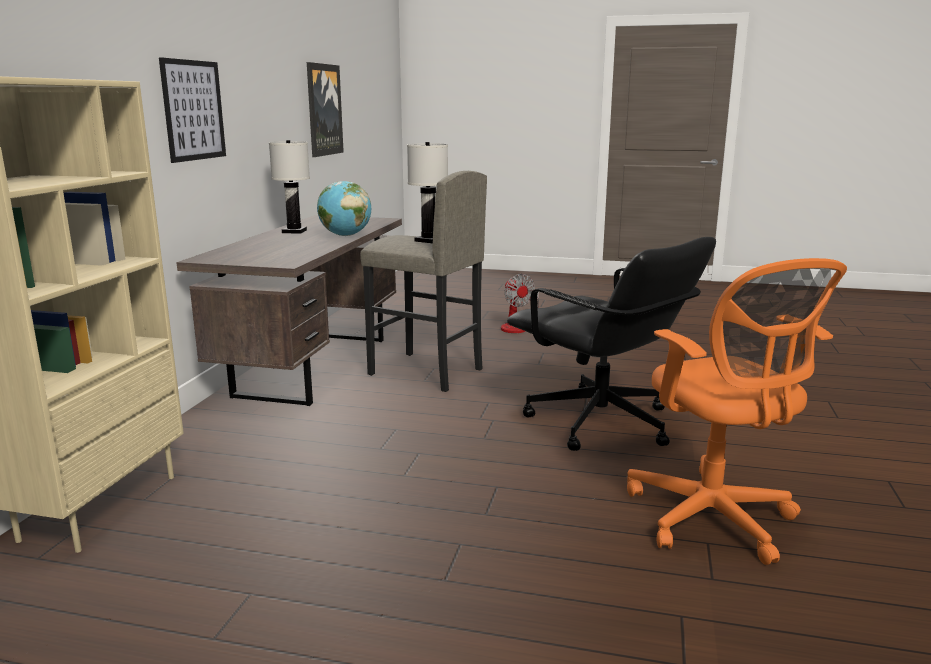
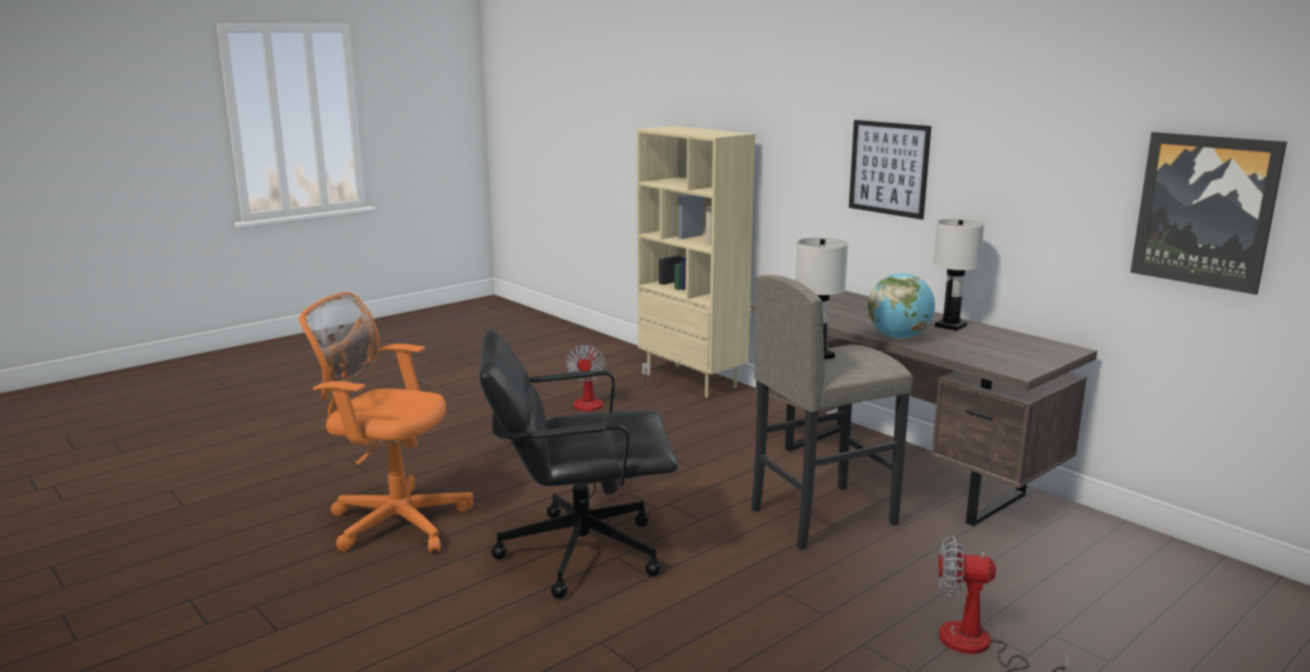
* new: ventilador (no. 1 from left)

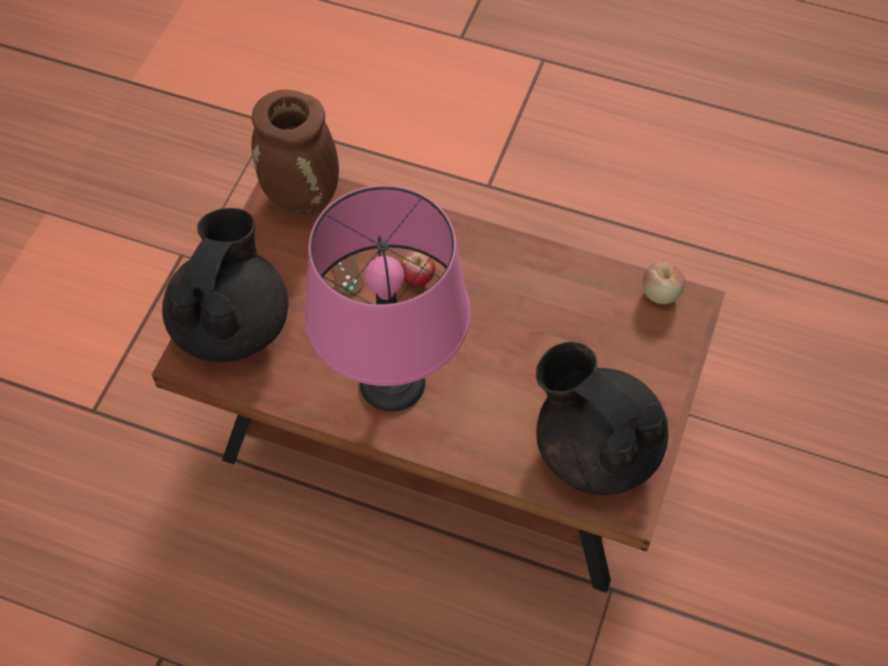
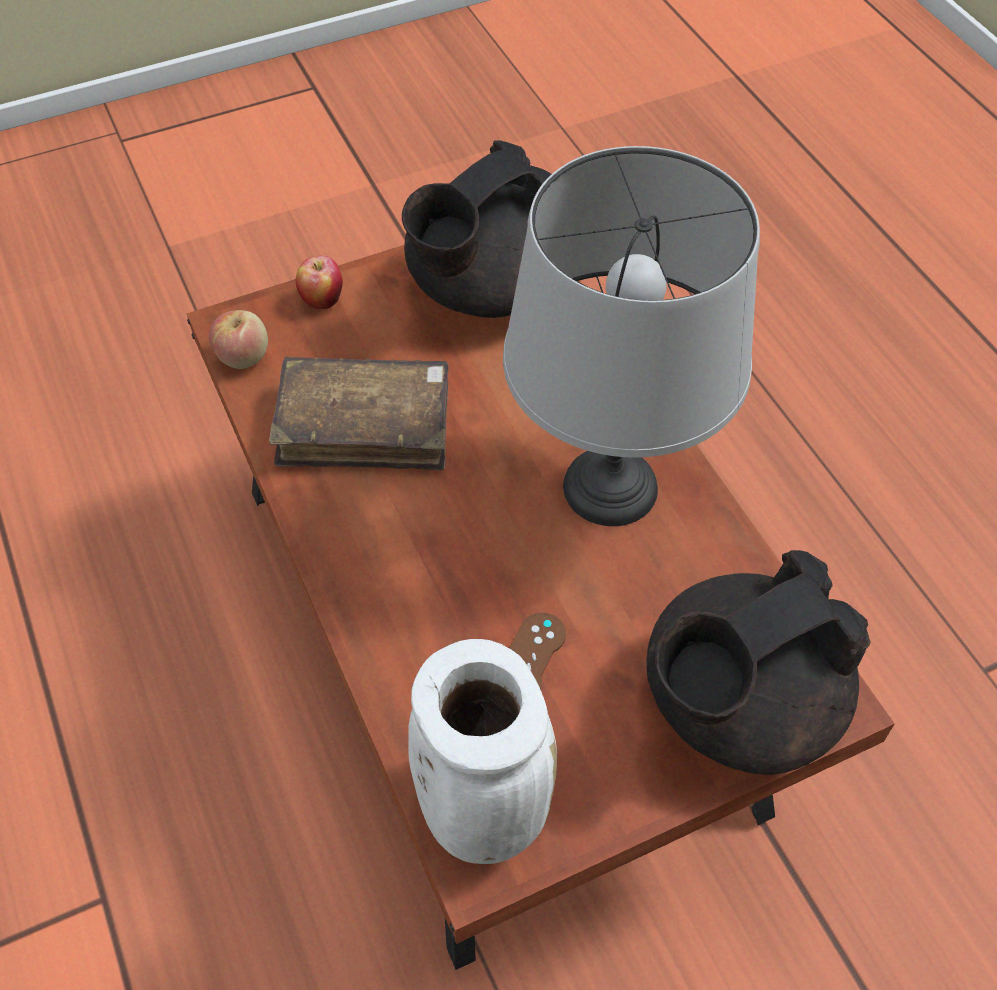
* new: libro (marrón)
* shifted: manzana (no. 1 from left in the first image) to manzana (no. 2 from left)
* repainted: florero (marrón) to florero (blanco)
* repainted: lámpara de mesa (rosa) to lámpara de mesa (gris)
* rotated: tetera (negro) (no. 2 from left in the first image) 45 degrees clockwise

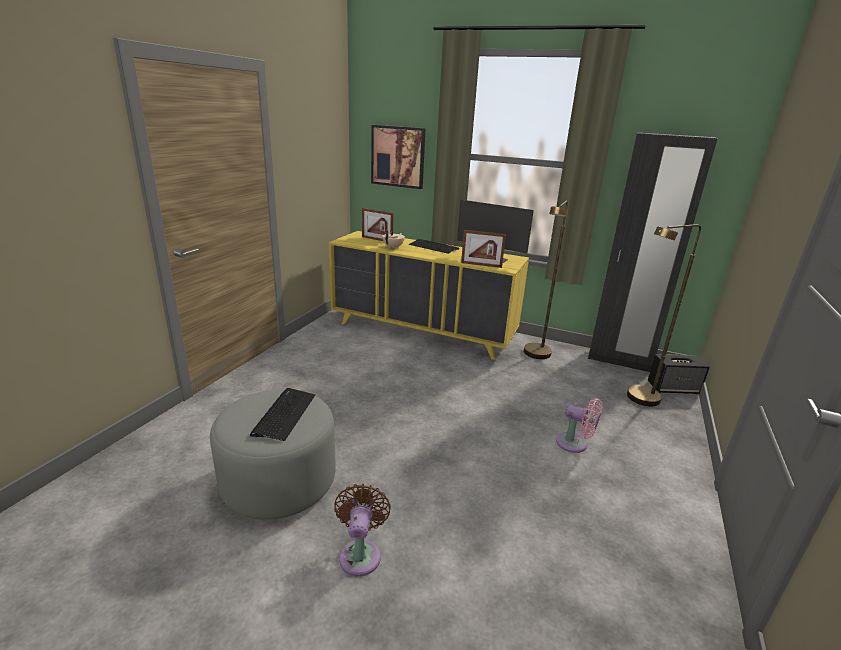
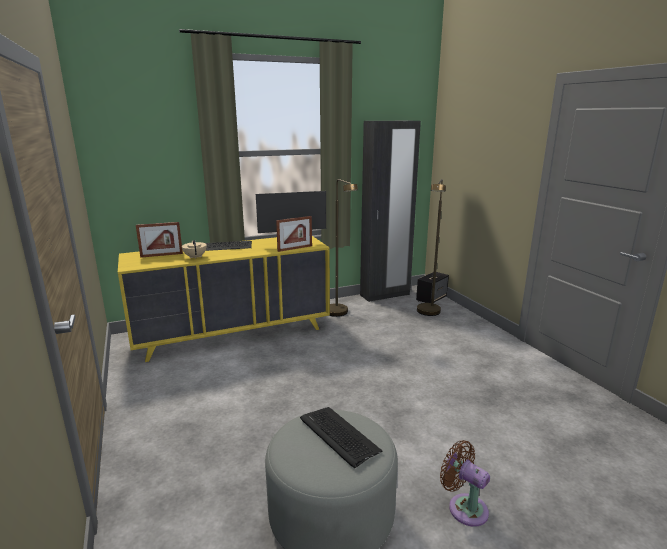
* gone: cuadro
* gone: ventilador (rosa)

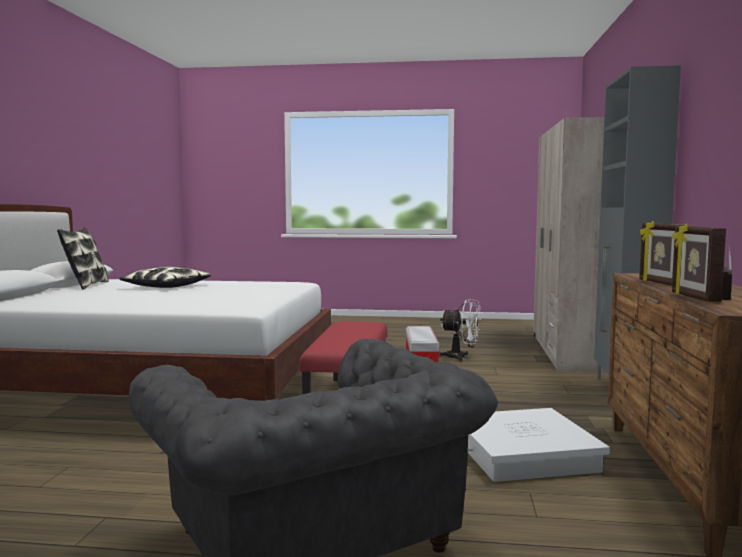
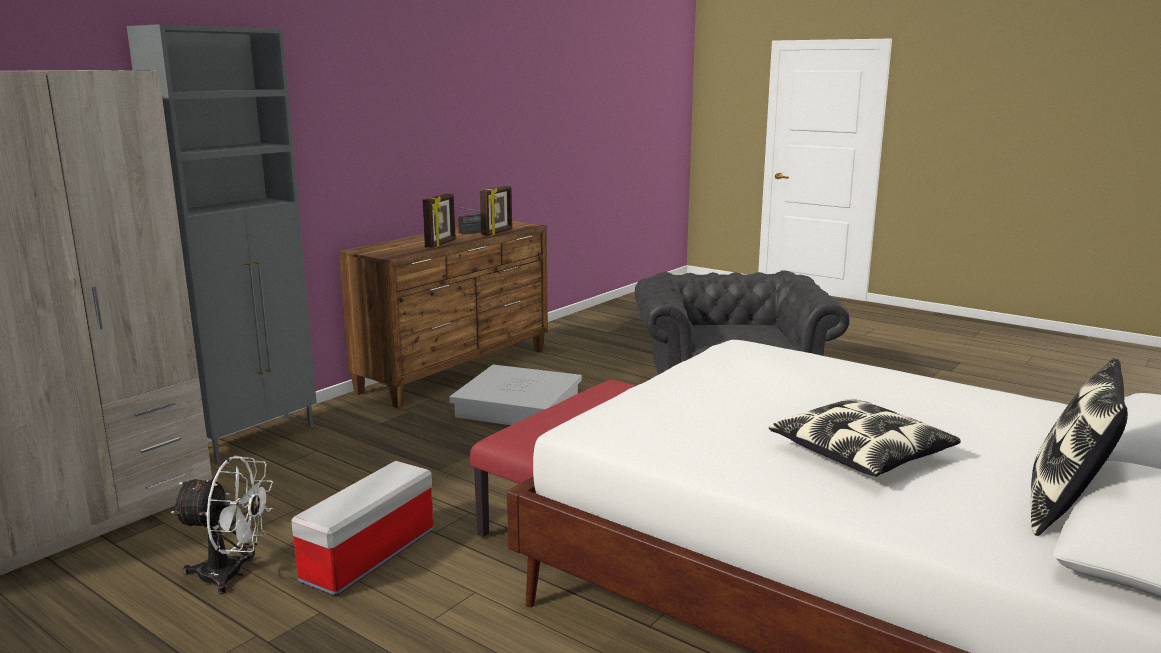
* rotated: ventilador (blanco) 135 degrees clockwise

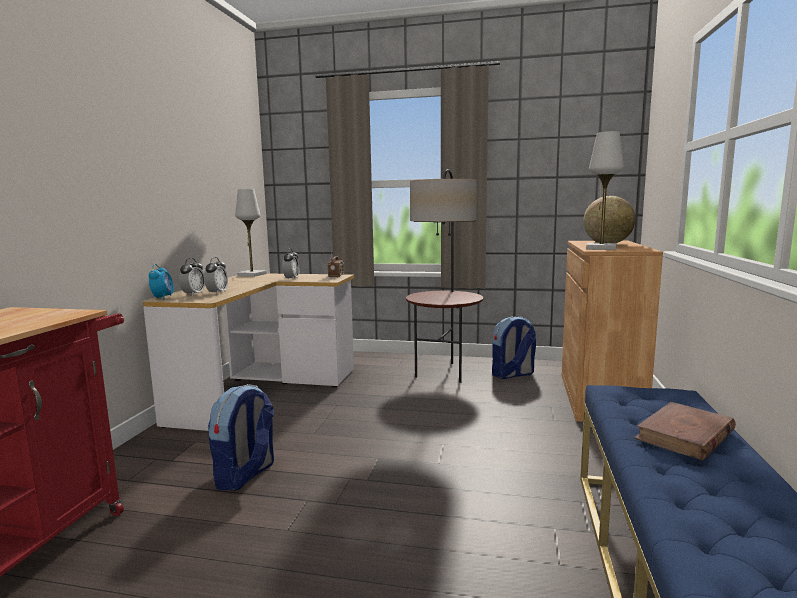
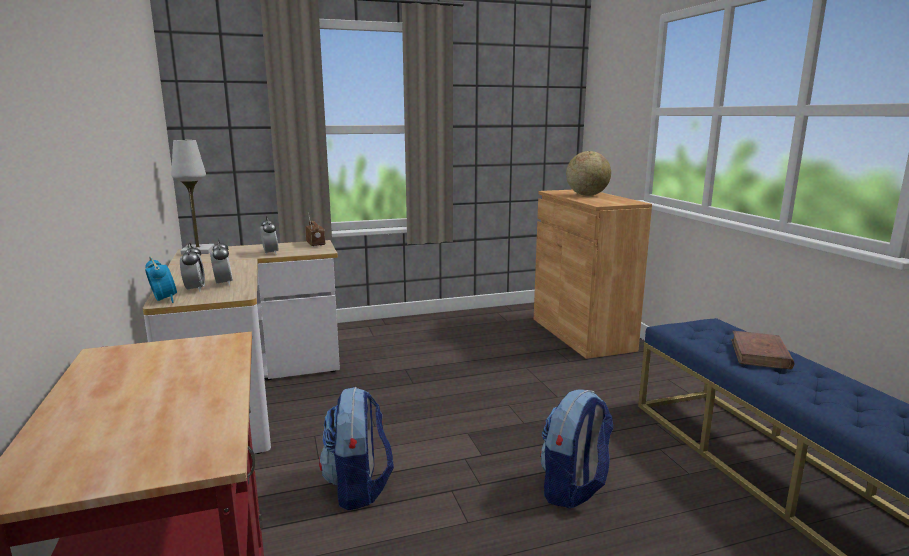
* gone: lámpara de pie
* gone: lámpara de mesa (blanco) (no. 2 from left)
* shifted: mochila (no. 2 from left)

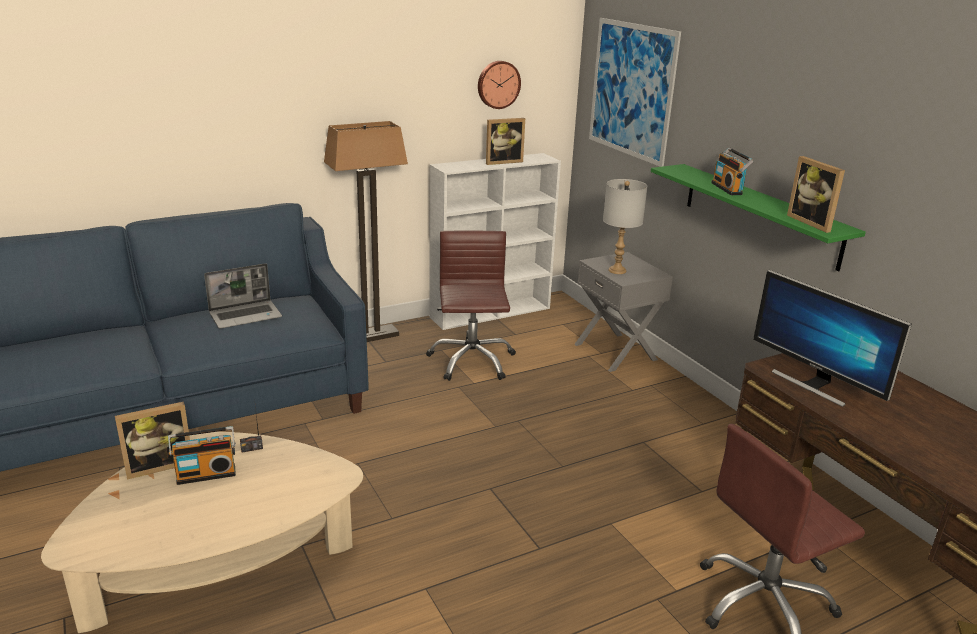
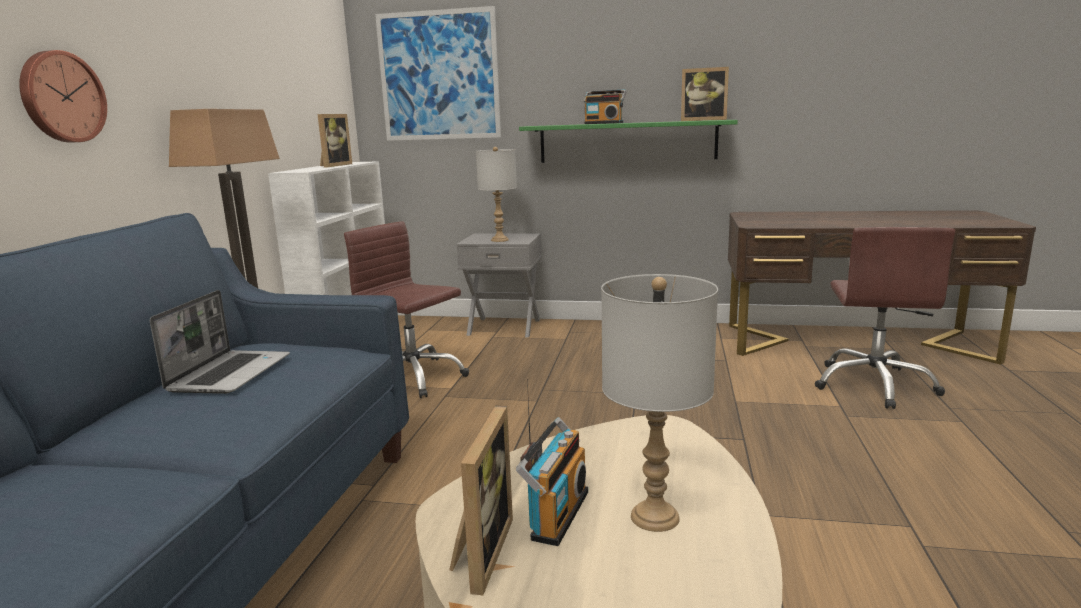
* gone: monitor
* new: lámpara de mesa (gris) (no. 2 from left)
* shifted: reloj de pared

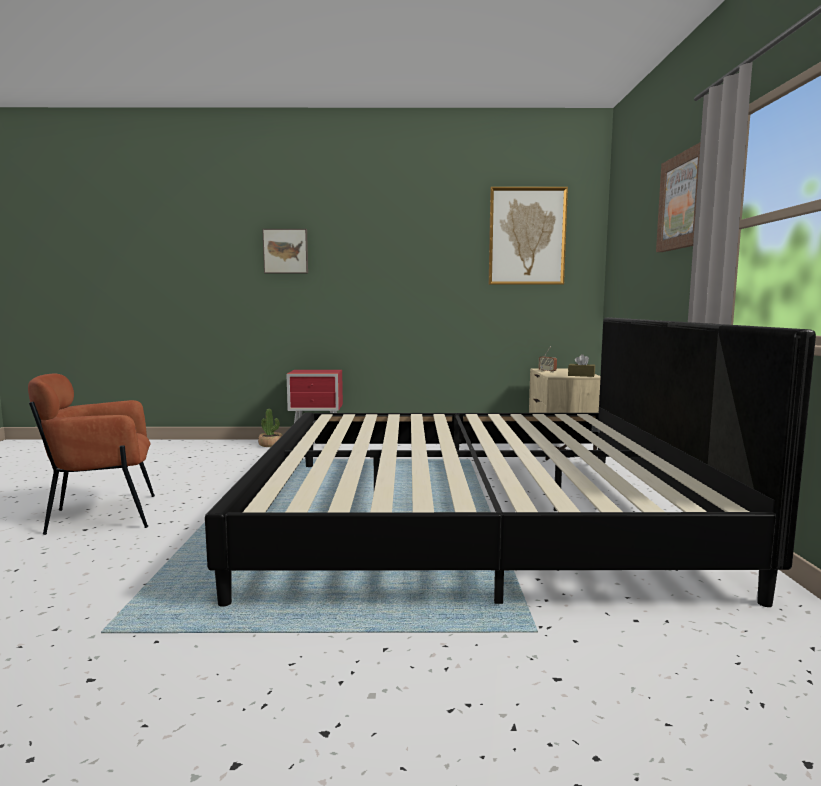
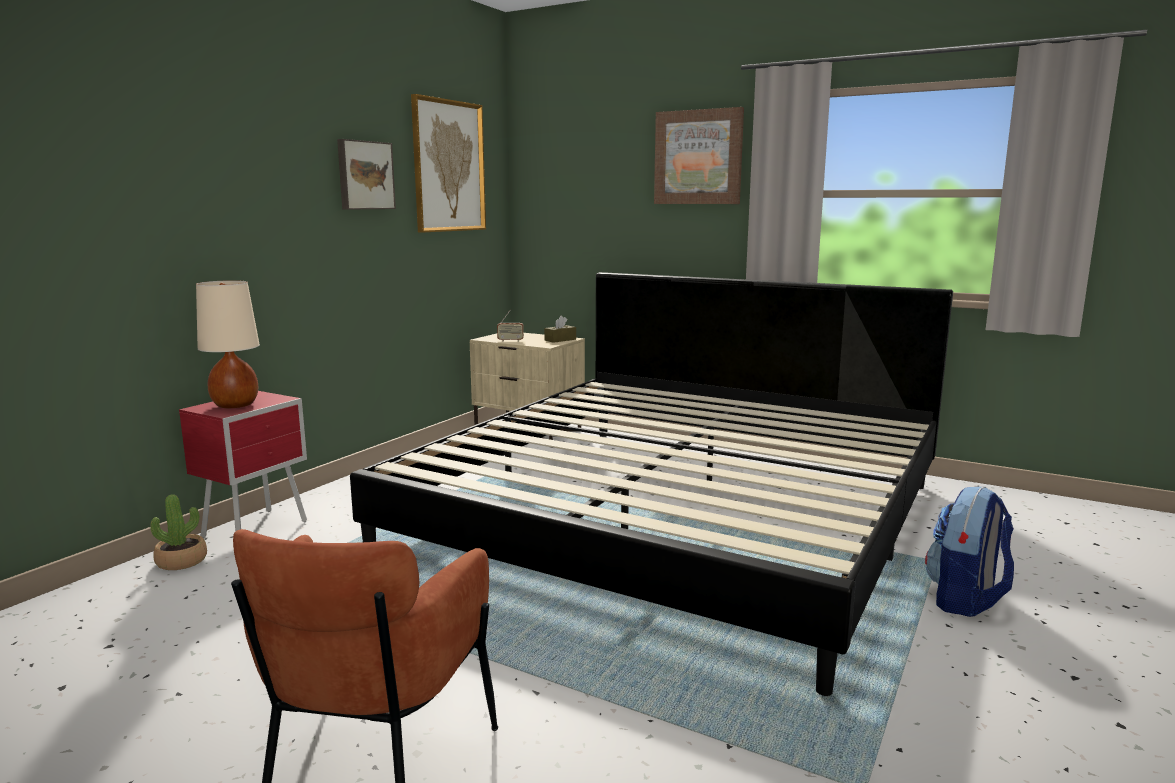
* new: lámpara de mesa (beis)
* new: mochila
* shifted: cuadro (no. 1 from left)

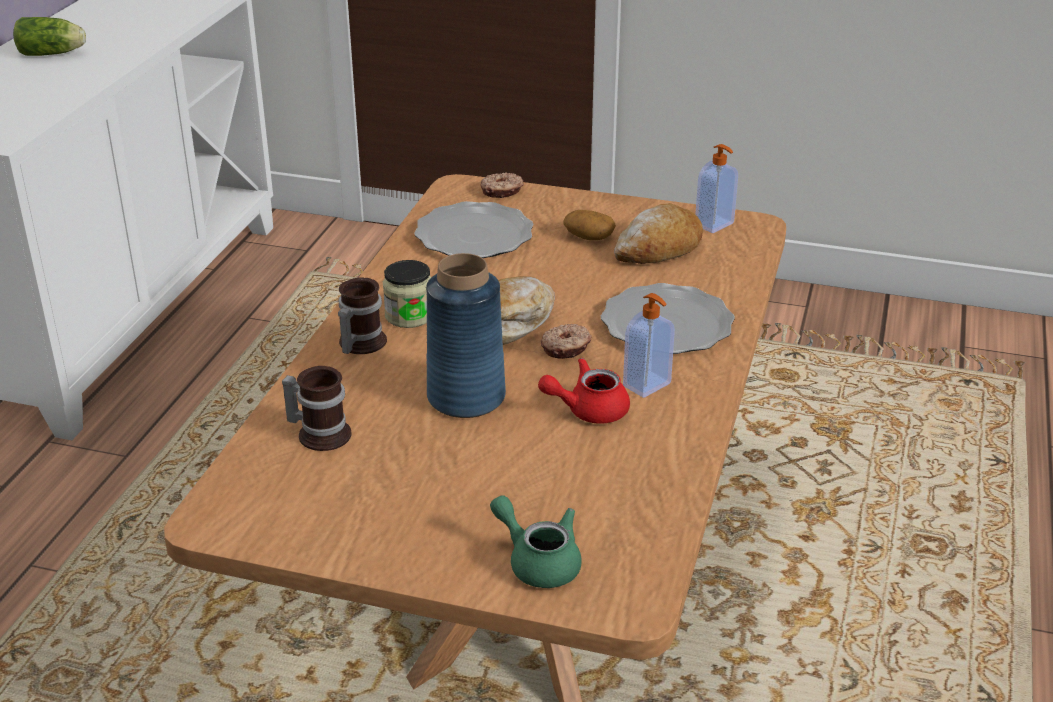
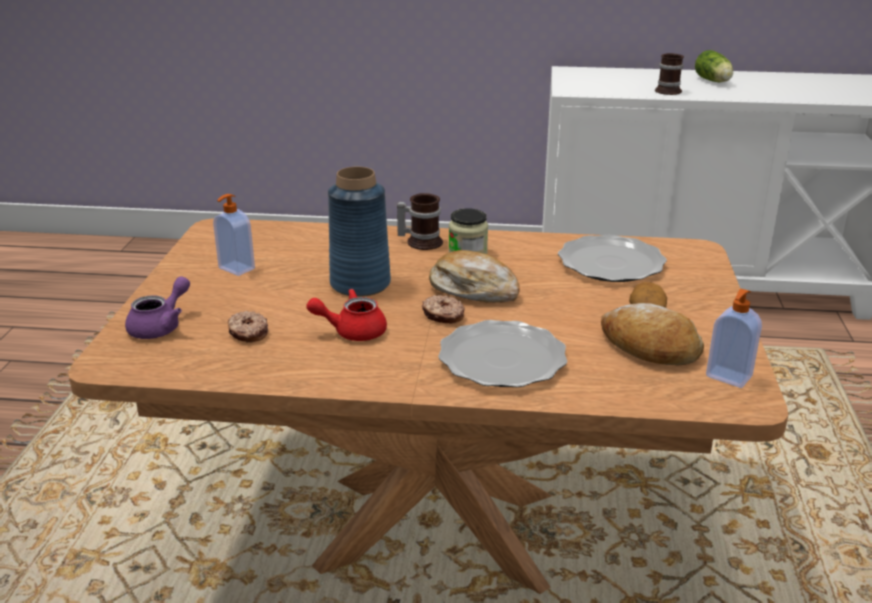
* shifted: taza grande (no. 1 from left in the first image) to taza grande (no. 2 from left)
* shifted: rosquilla (no. 1 from left)
* shifted: dispensador de jabón (no. 1 from left)
* repainted: tetera (verde) to tetera (morado)
* rotated: tetera (rojo) 75 degrees counterclockwise

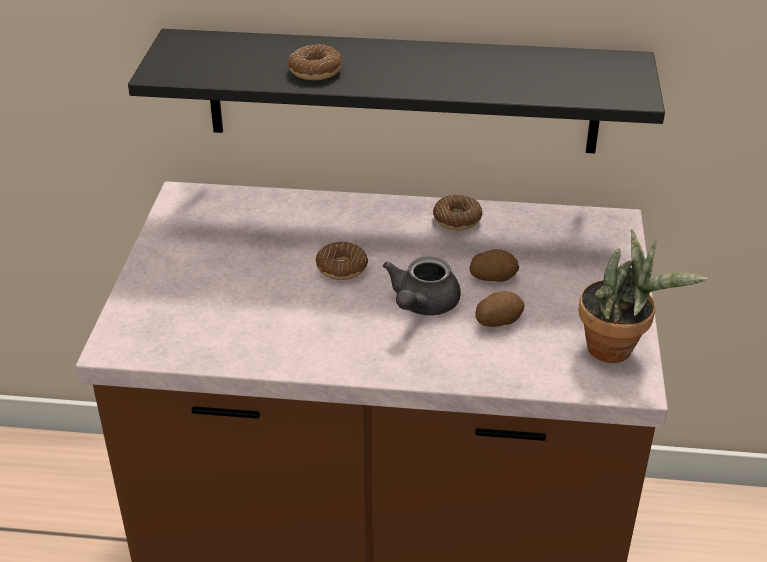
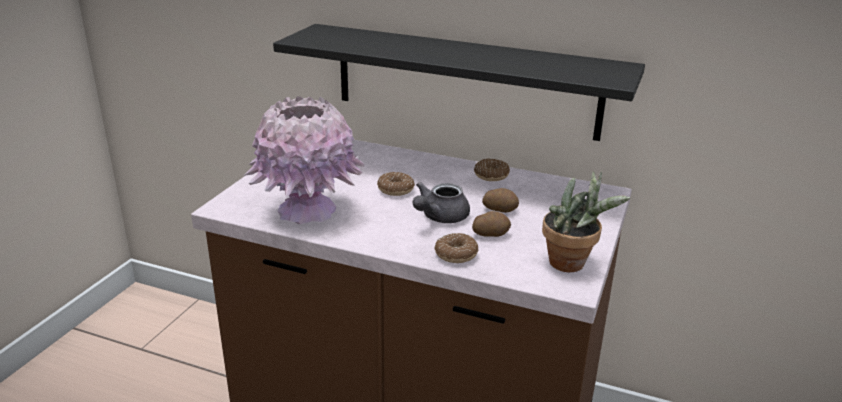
* new: florero (rosa)
* shifted: rosquilla (no. 1 from left in the first image) to rosquilla (no. 2 from left)

